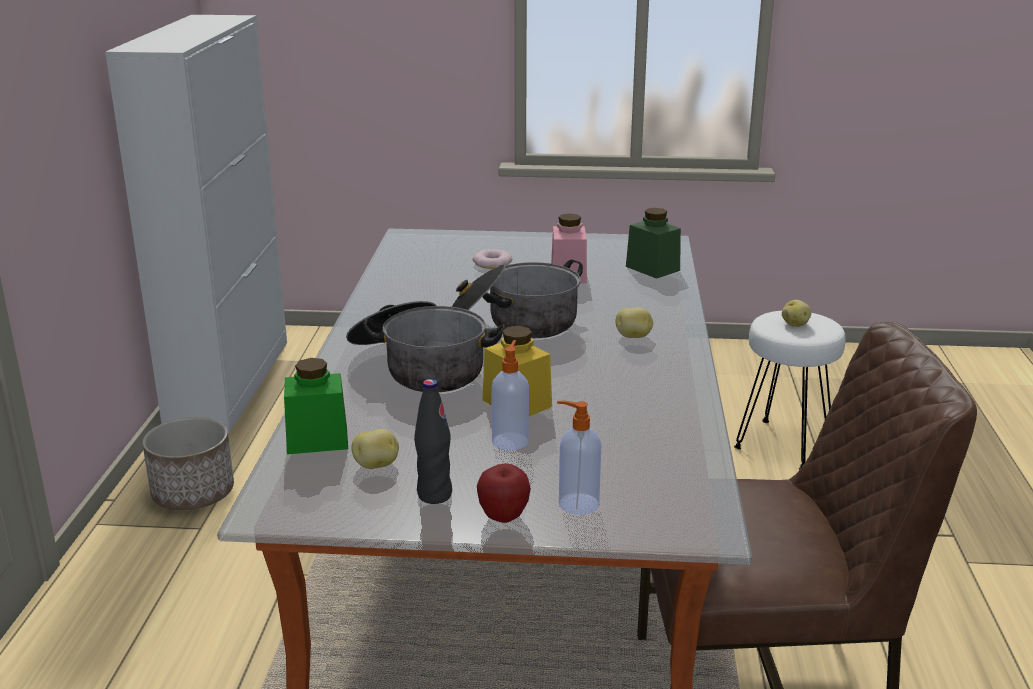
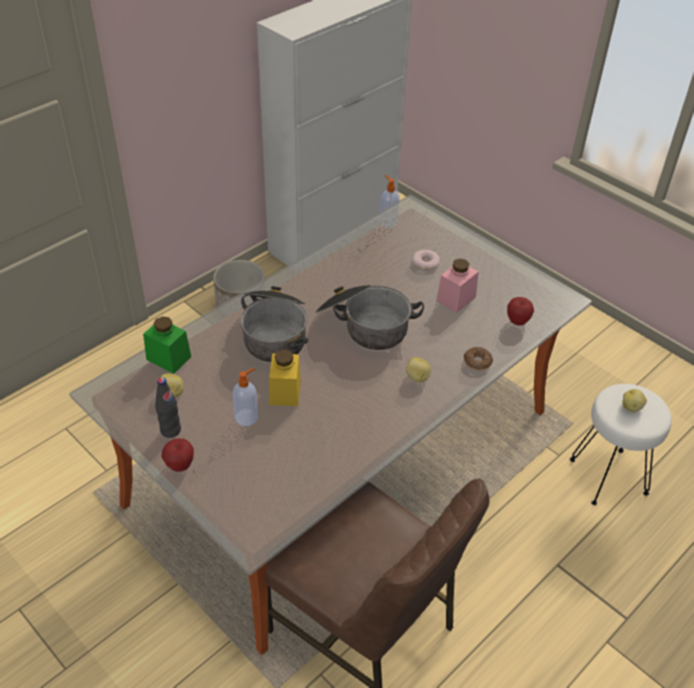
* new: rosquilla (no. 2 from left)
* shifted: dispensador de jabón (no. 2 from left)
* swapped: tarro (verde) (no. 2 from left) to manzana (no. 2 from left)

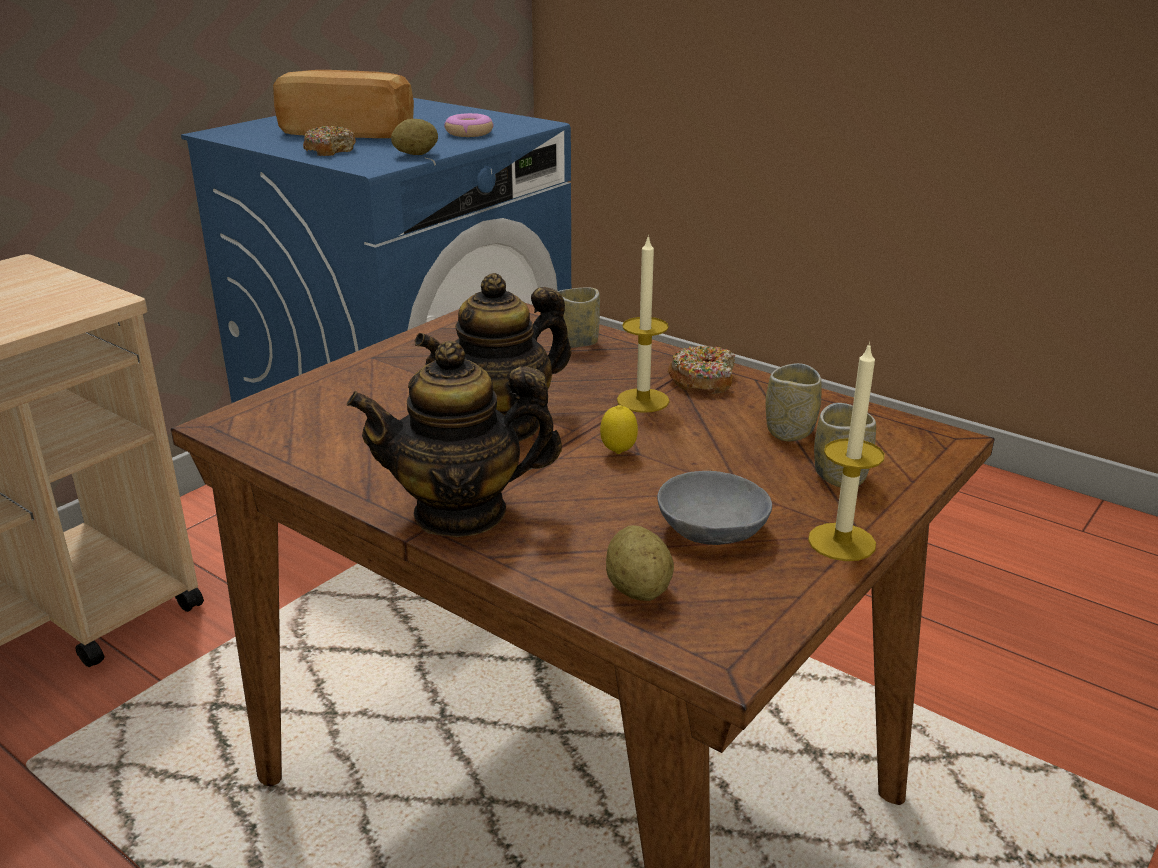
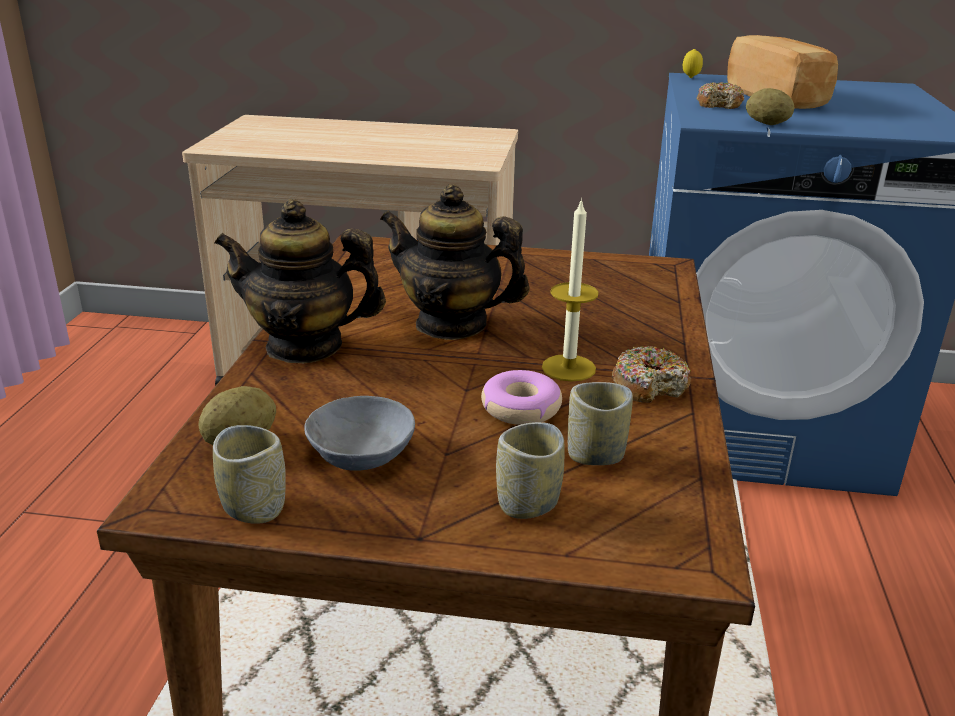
* gone: vela (no. 2 from left)
* shifted: rosquilla (no. 2 from left in the first image) to rosquilla (no. 1 from left)
* shifted: taza (no. 1 from left)
* shifted: limón
* rotated: tetera (no. 1 from left) 45 degrees counterclockwise

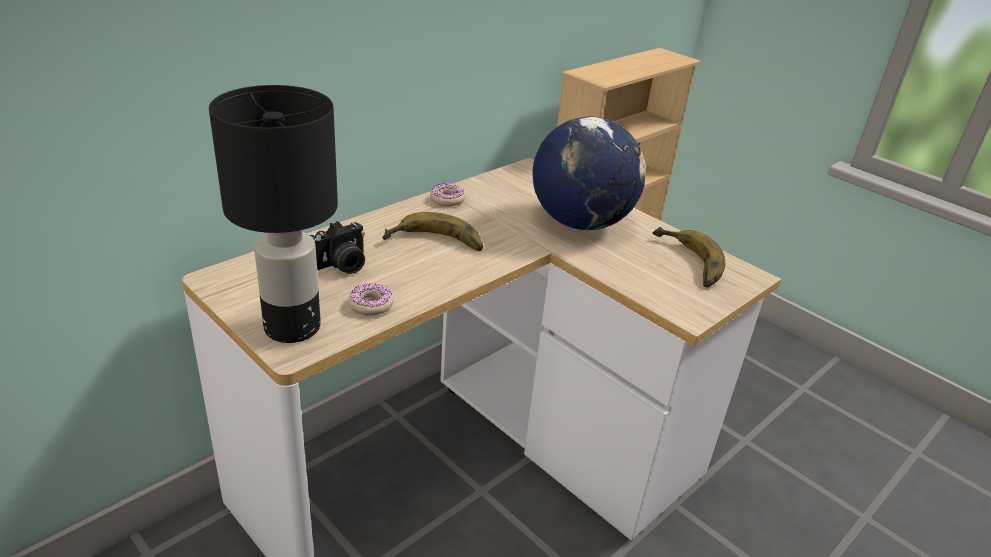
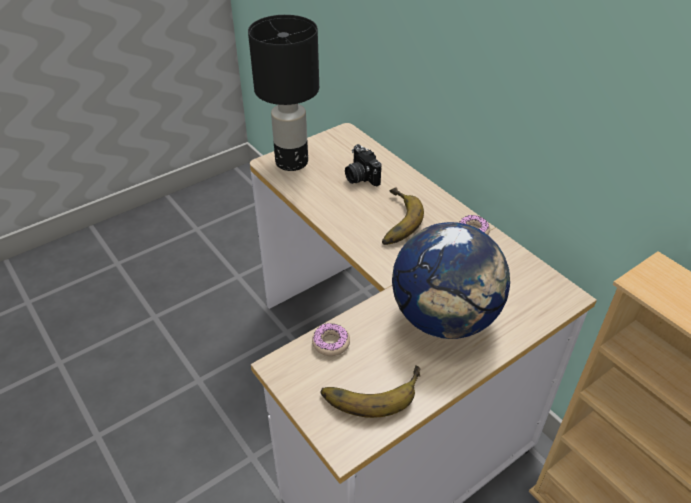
* shifted: rosquilla (no. 1 from left)

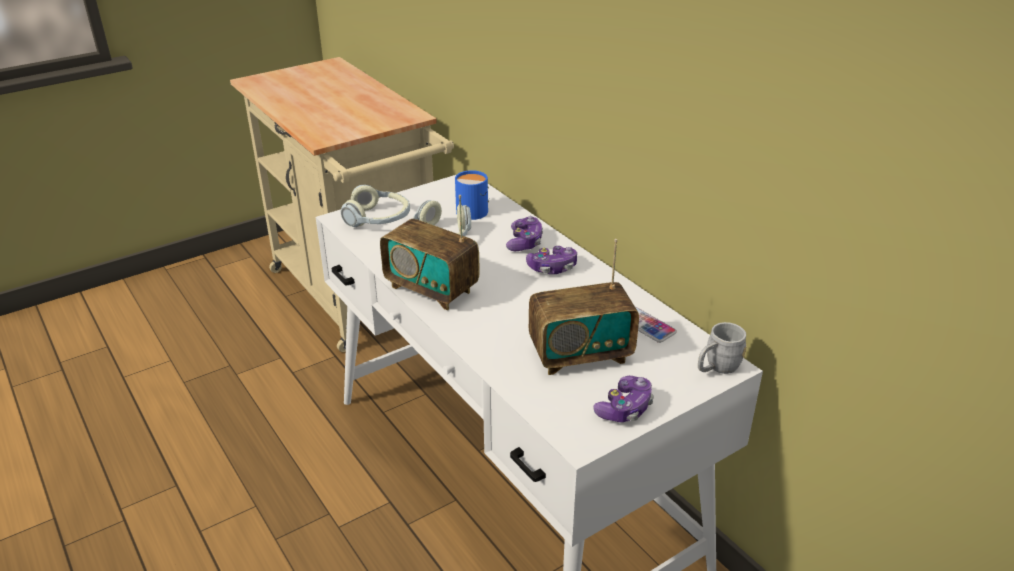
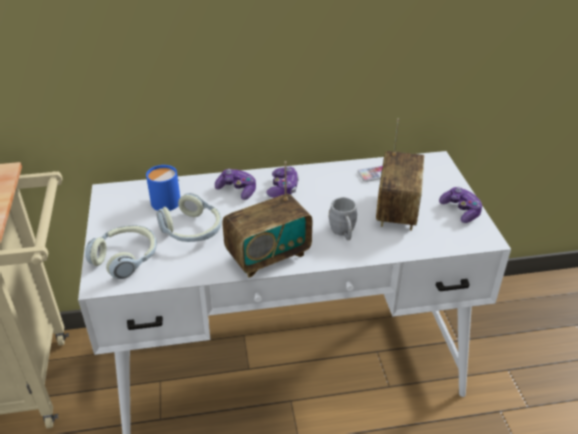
* shifted: taza grande (gris)

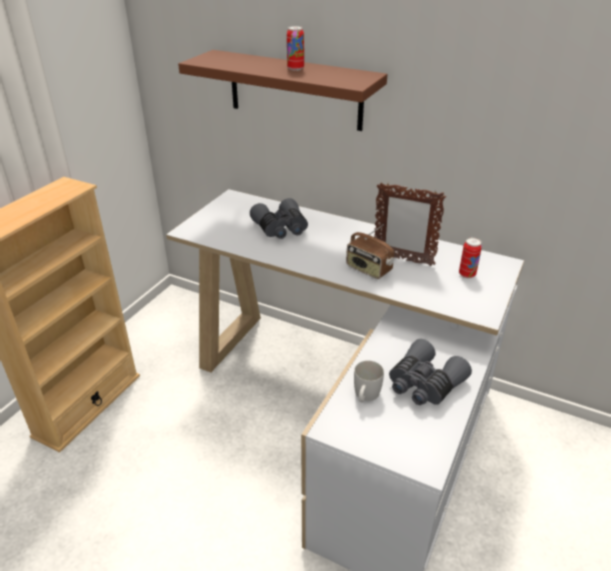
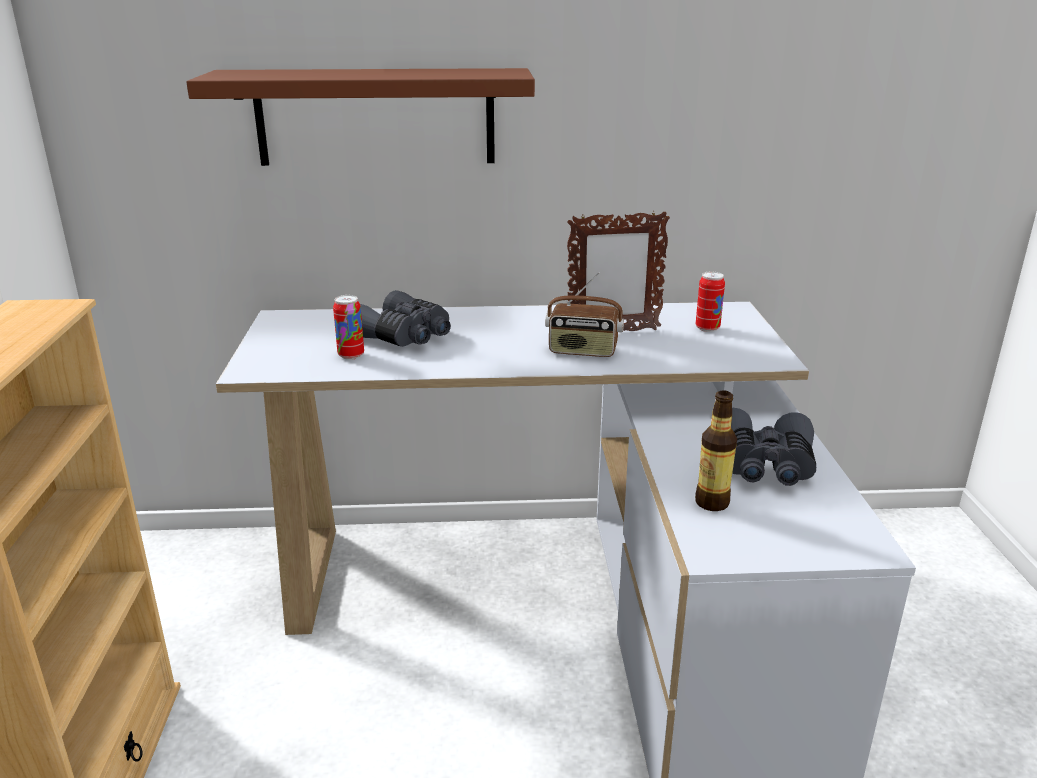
* shifted: lata (no. 1 from left)
* swapped: taza grande (blanco) to botella

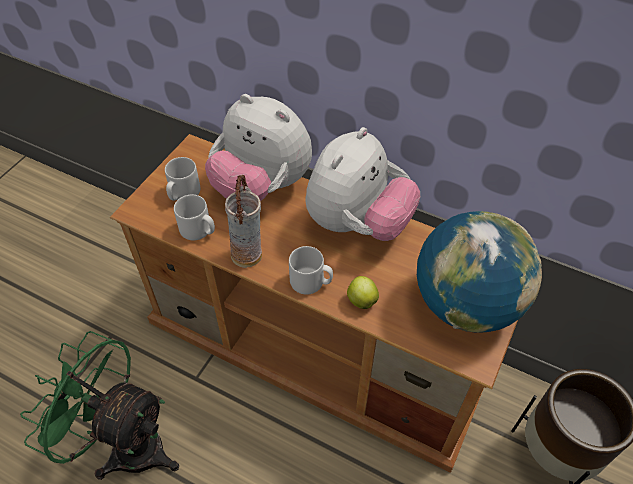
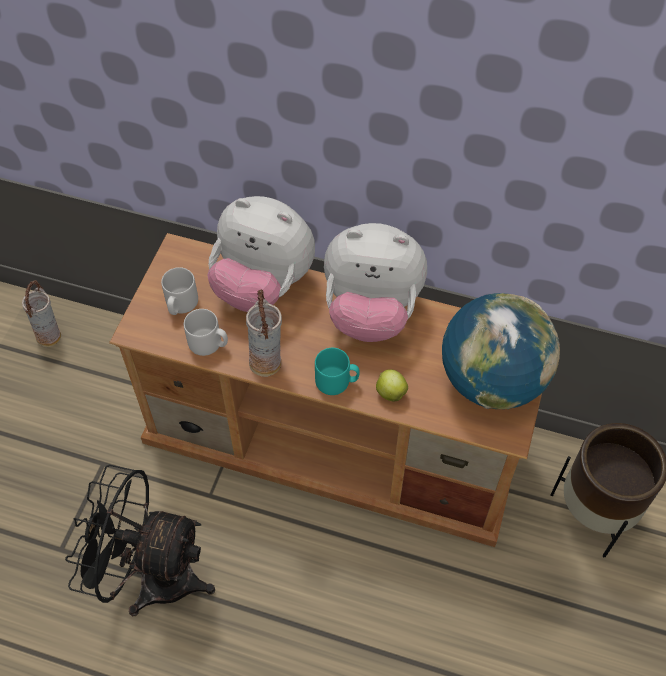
* new: florero (no. 1 from left)
* repainted: ventilador (verde) to ventilador (negro)
* repainted: taza grande (gris) (no. 3 from left) to taza grande (turquesa)
* rotated: peluche (no. 2 from left) 75 degrees clockwise

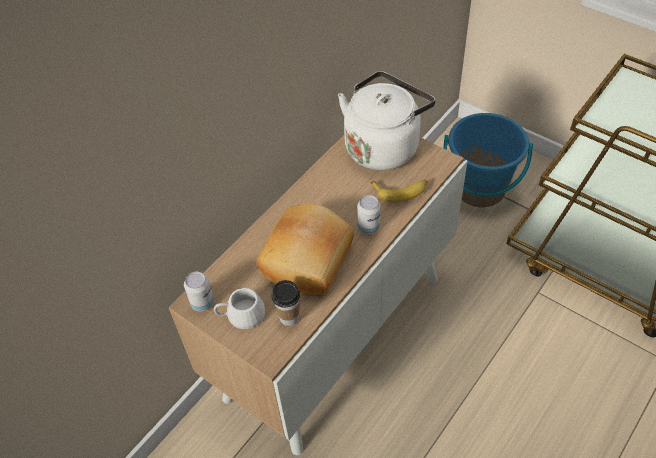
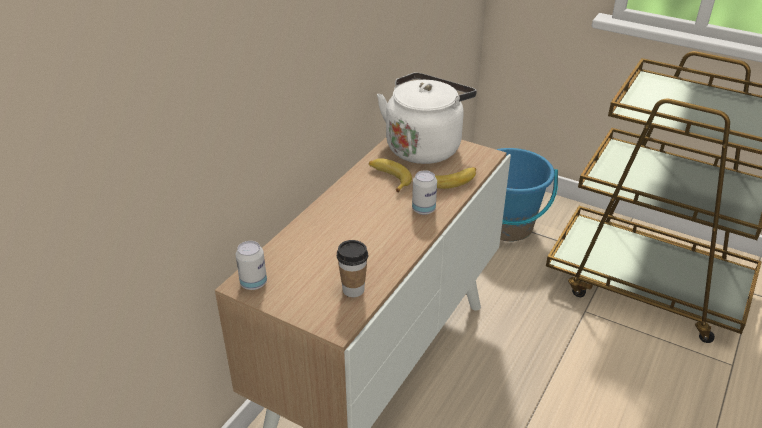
* gone: taza grande (blanco)
* gone: pan
* new: plátano (no. 1 from left)

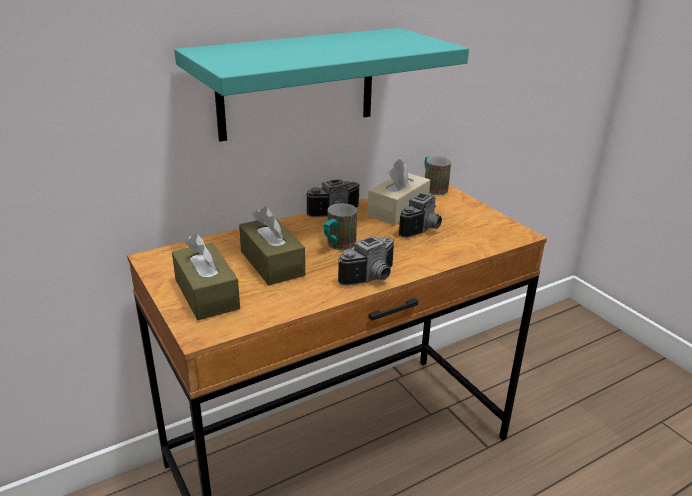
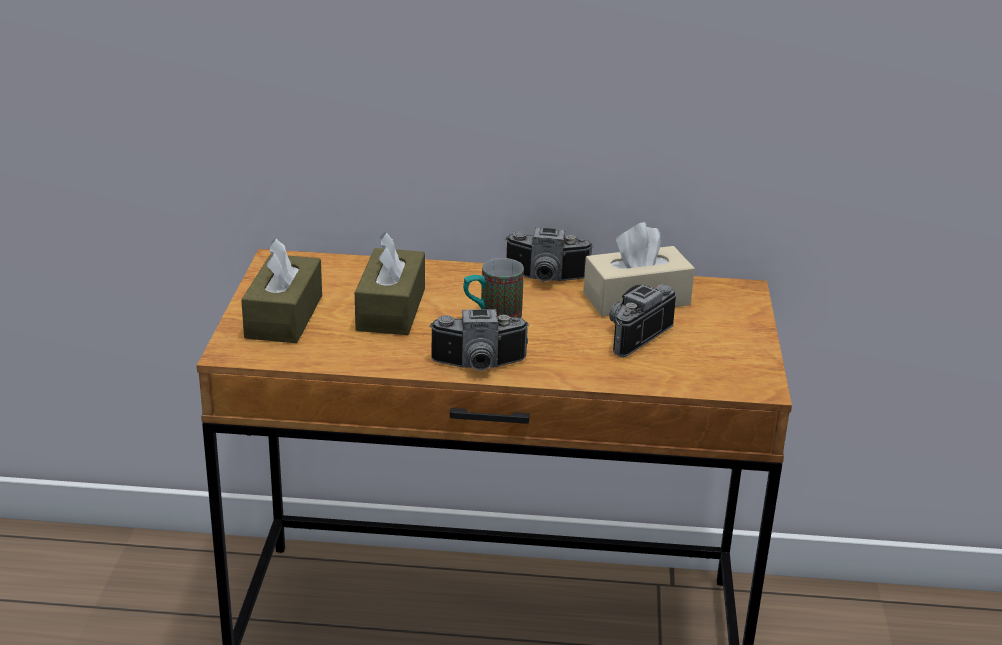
* gone: estante (turquesa)
* gone: taza grande (no. 2 from left)
* rotated: cámara (no. 3 from left) 150 degrees clockwise

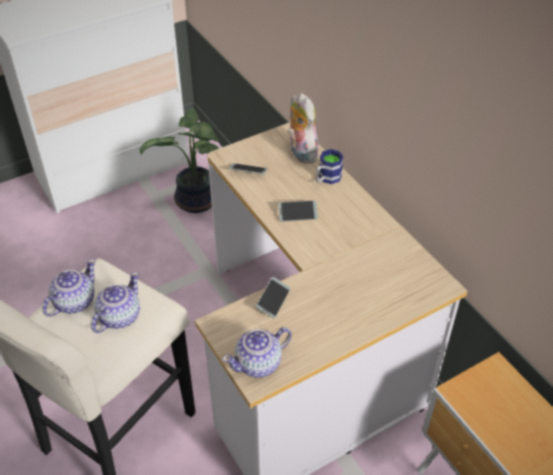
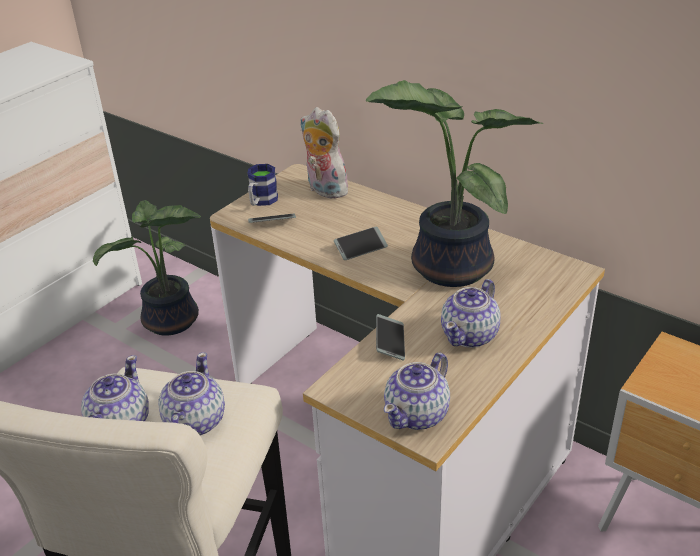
* new: planta en maceta (no. 2 from left)
* new: tetera (no. 4 from left)
* shifted: taza grande

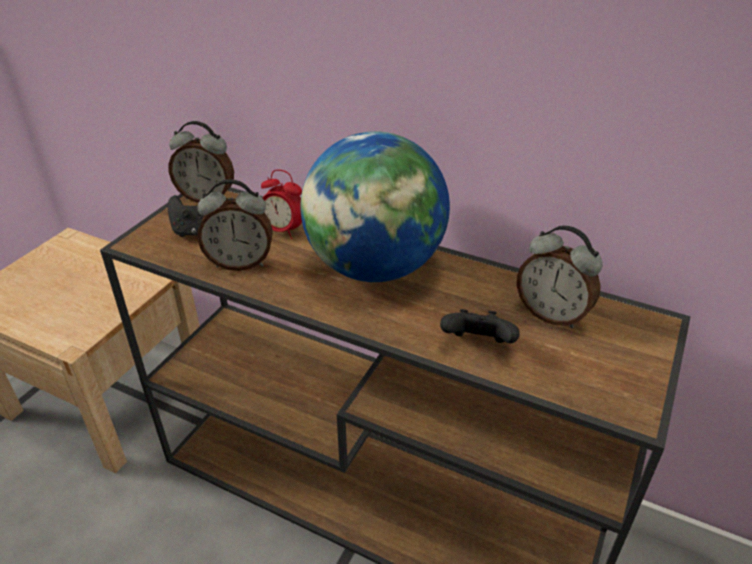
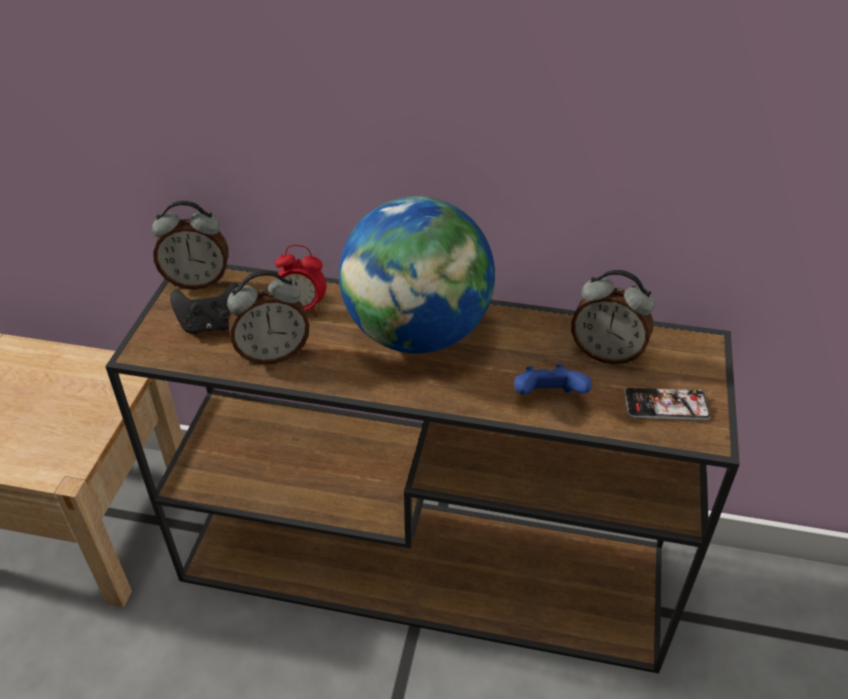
* new: móvil
* repainted: mando de consola (negro) (no. 2 from left) to mando de consola (azul)

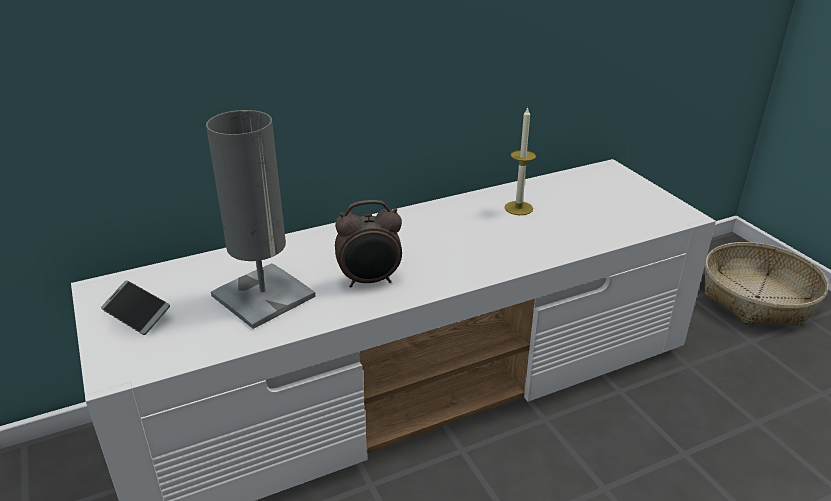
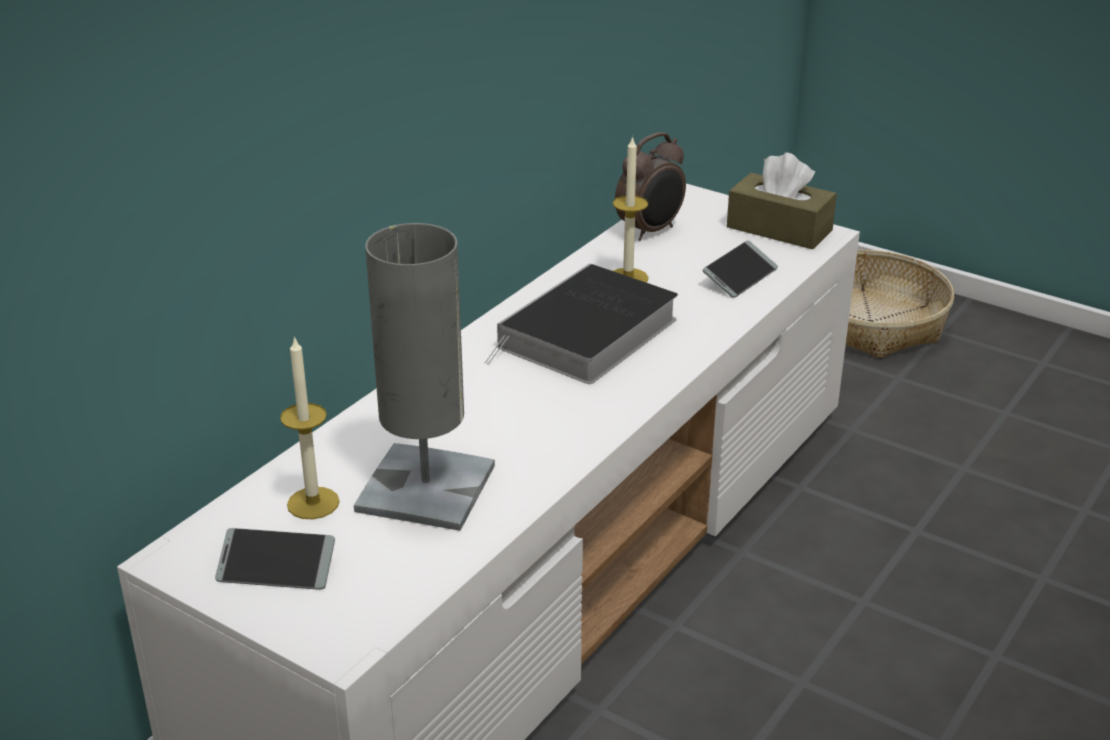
* new: vela (no. 1 from left)
* new: libro
* new: móvil (no. 2 from left)
* new: caja de pañuelos (marrón)
* shifted: despertador

